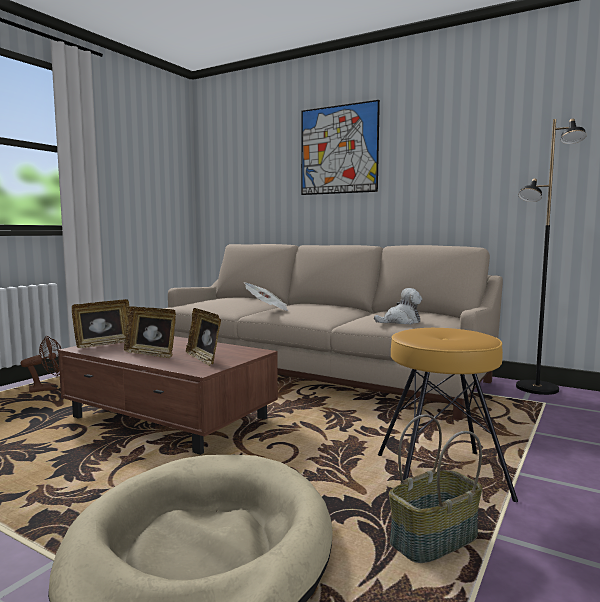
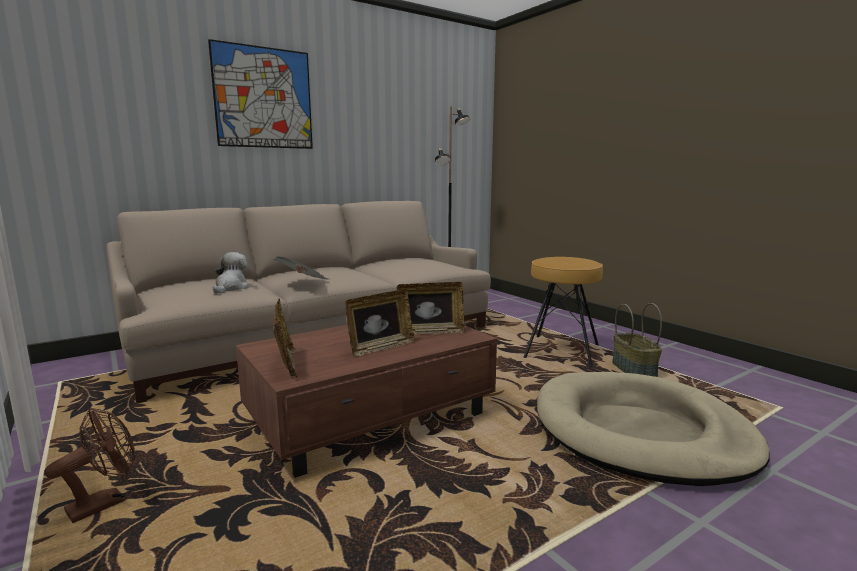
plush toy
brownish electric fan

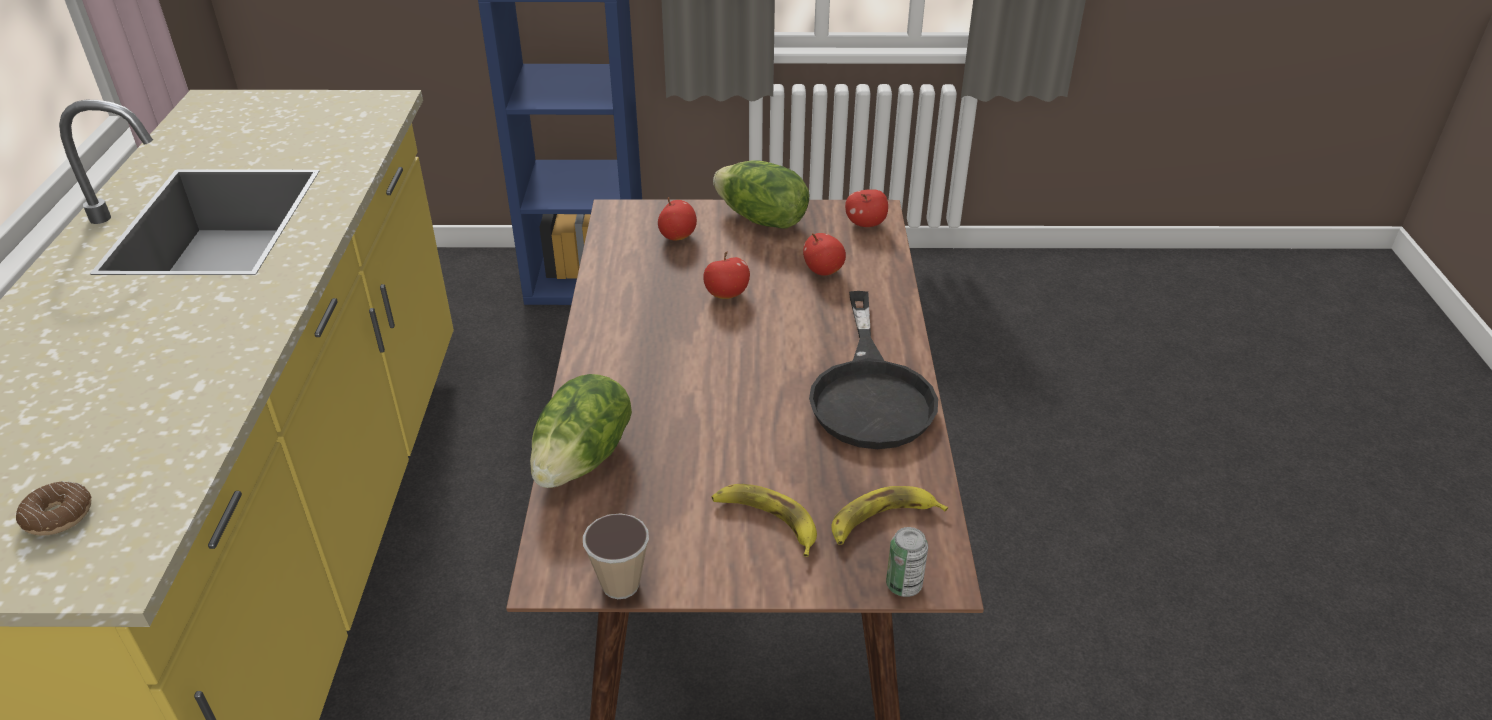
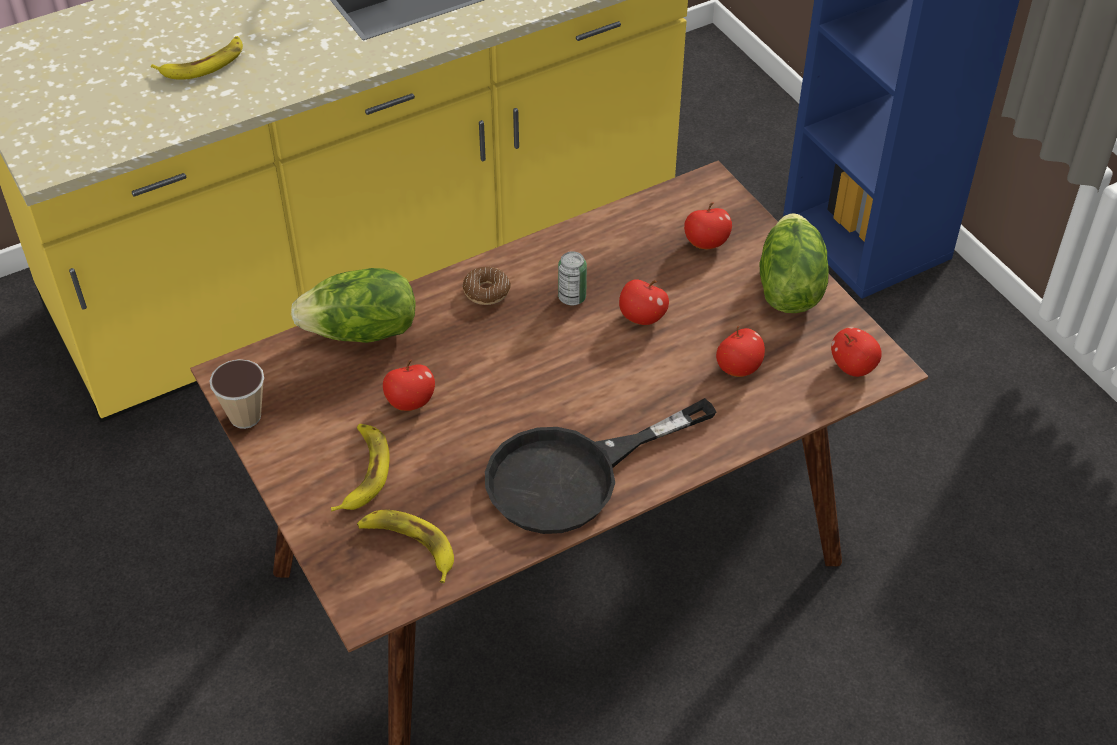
banana fruit (1st from left)
whole apple (1st from left)
ring doughnut
sealed can

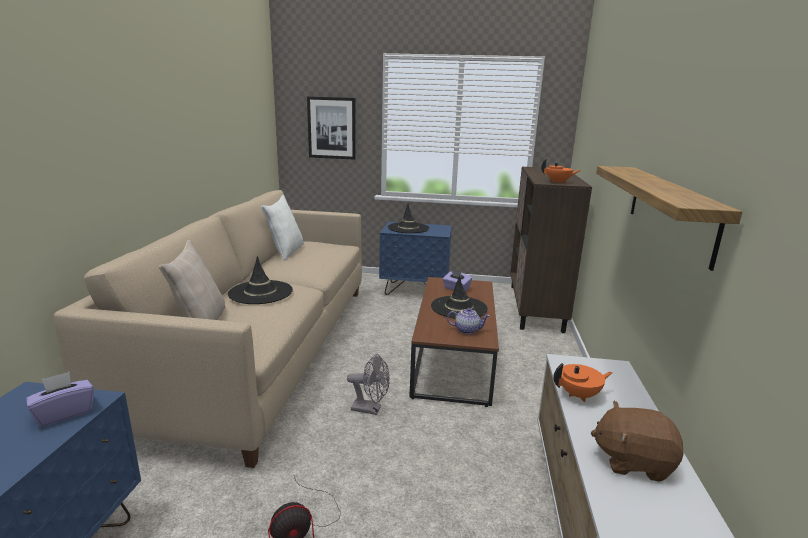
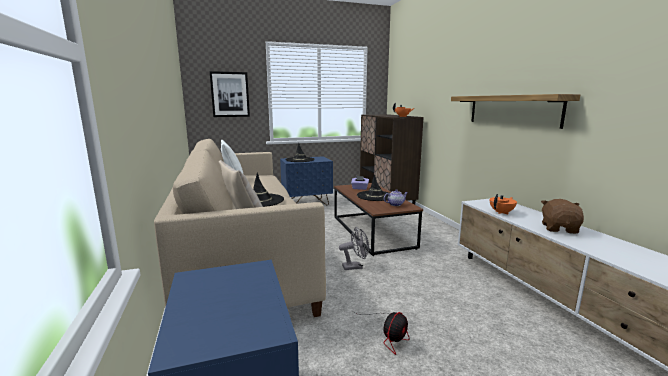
purple-coloured box of tissues (1st from left in the first image)
brownish plush toy

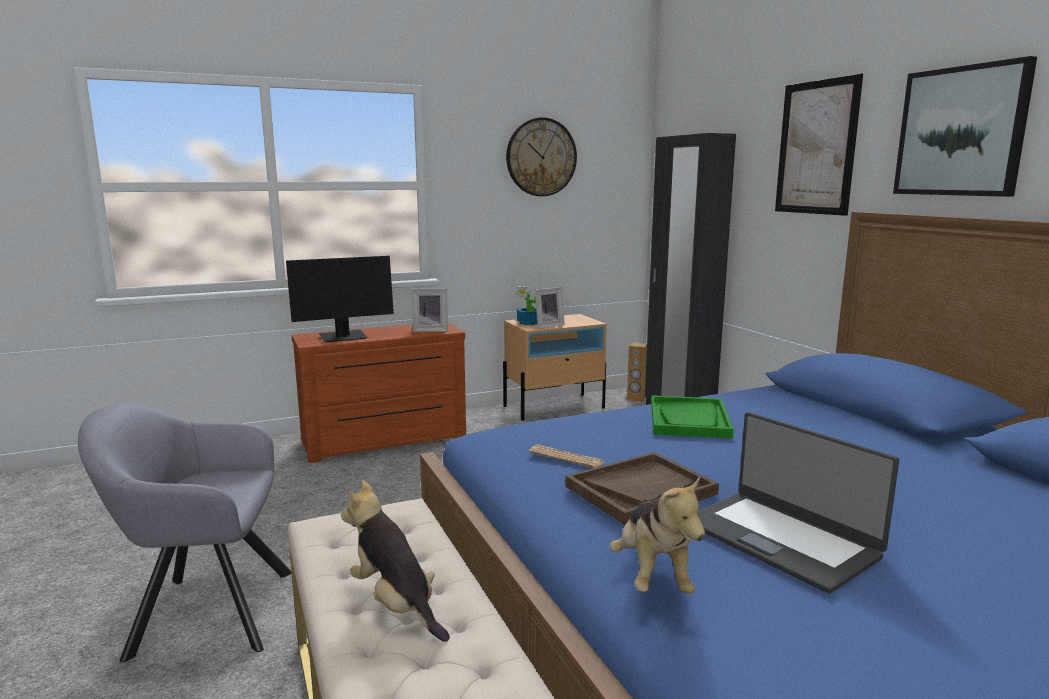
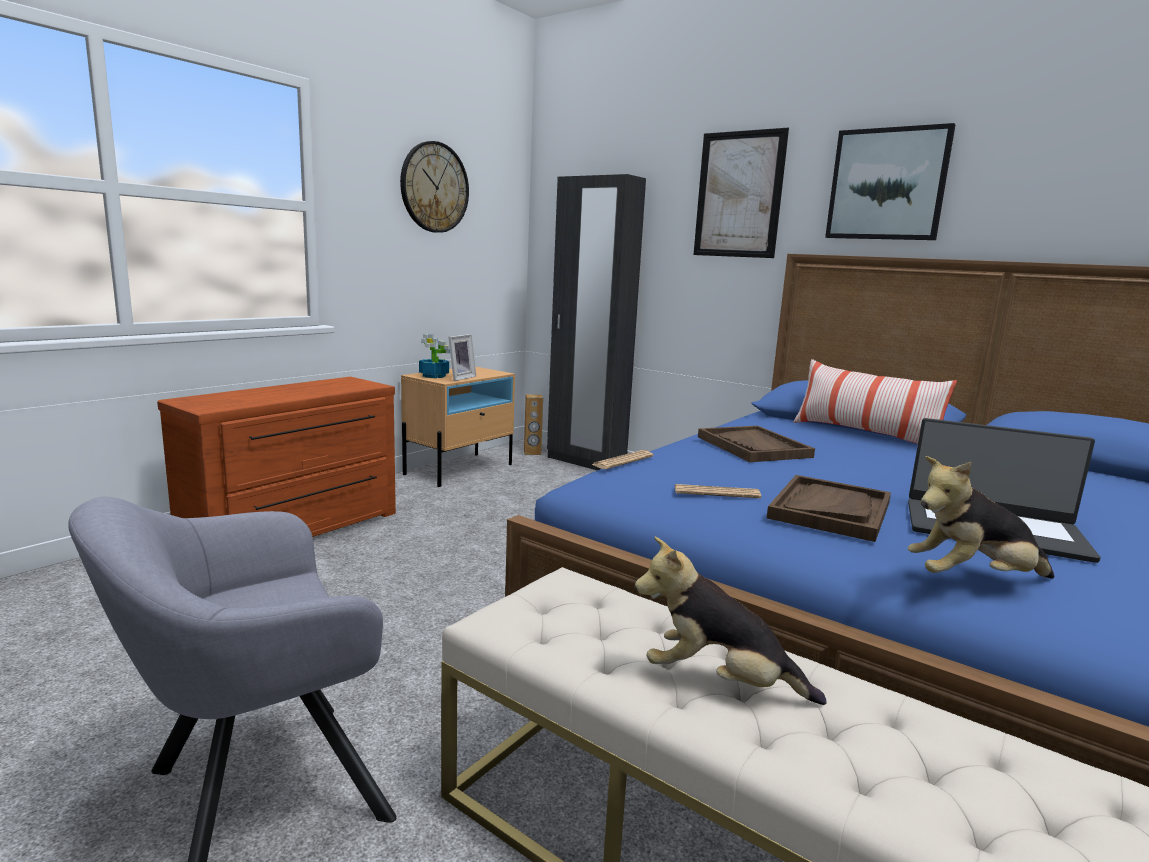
computer screen
picture frame (1st from left in the first image)
newspaper (1st from left)
cushion
brownish tray (1st from left)
plush toy (2nd from left)

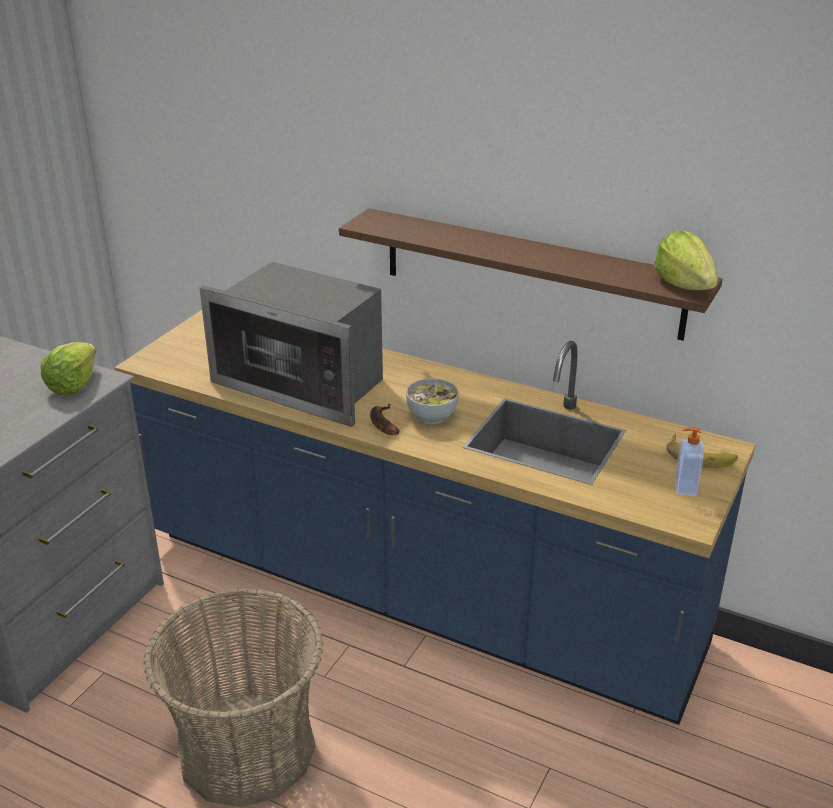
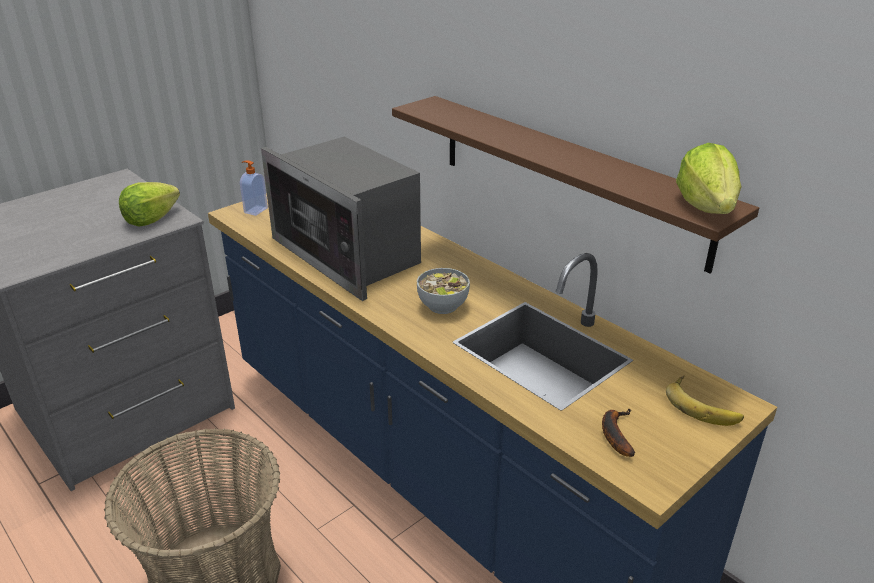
banana fruit (1st from left)
liquid soap bottle

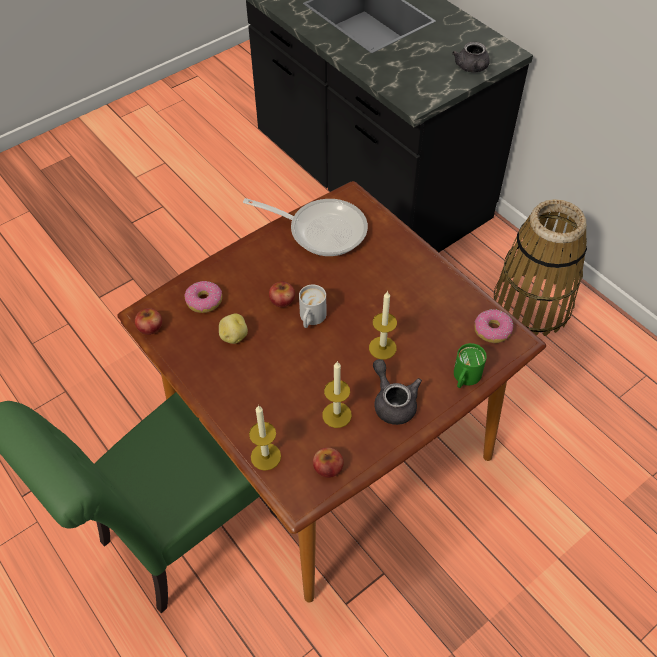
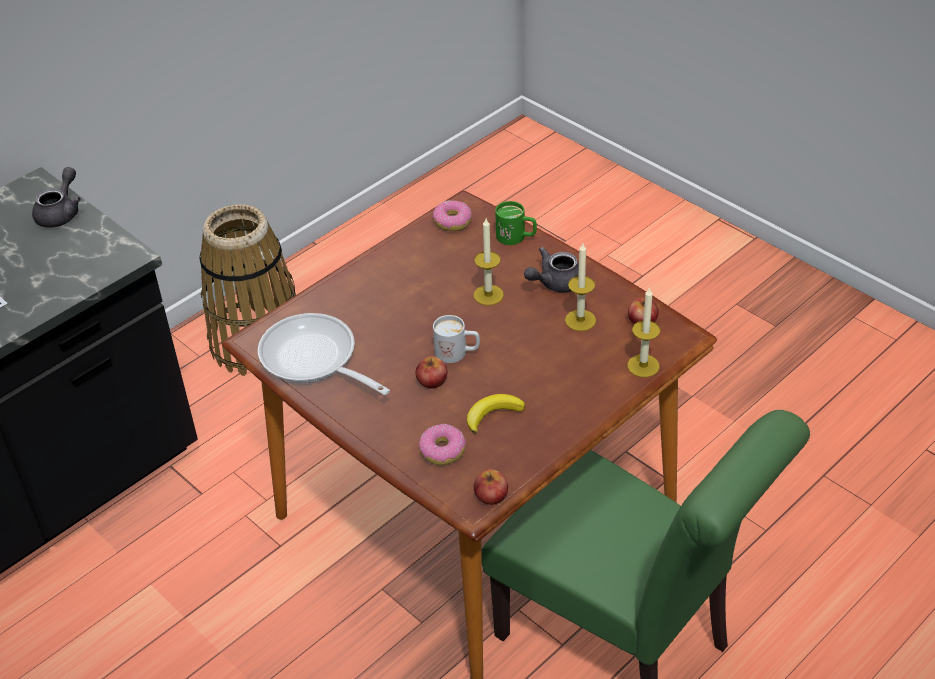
banana fruit
skillet
greyish pot for tea (1st from left)

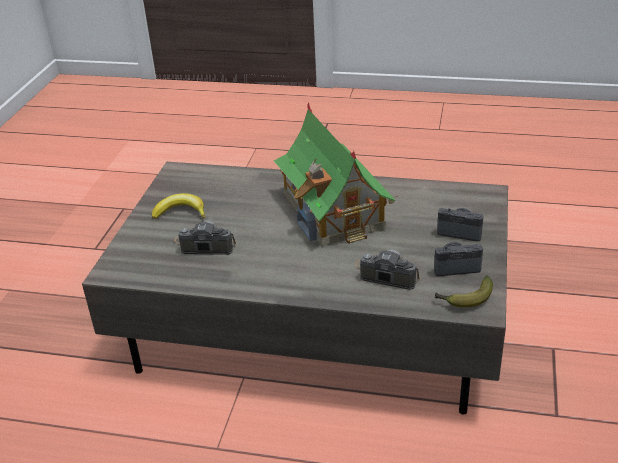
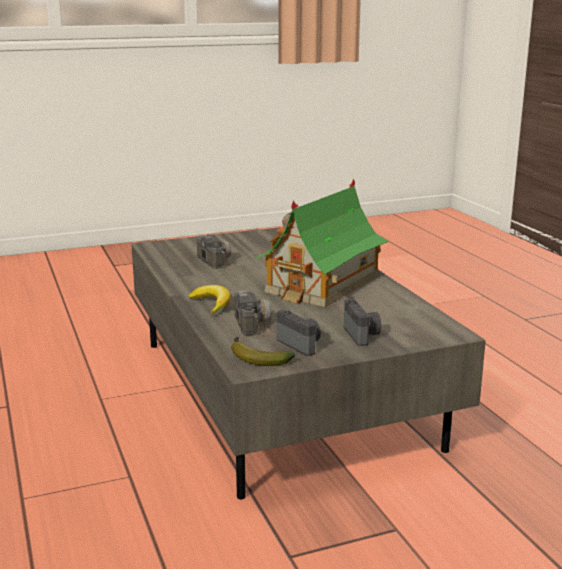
banana fruit (1st from left)

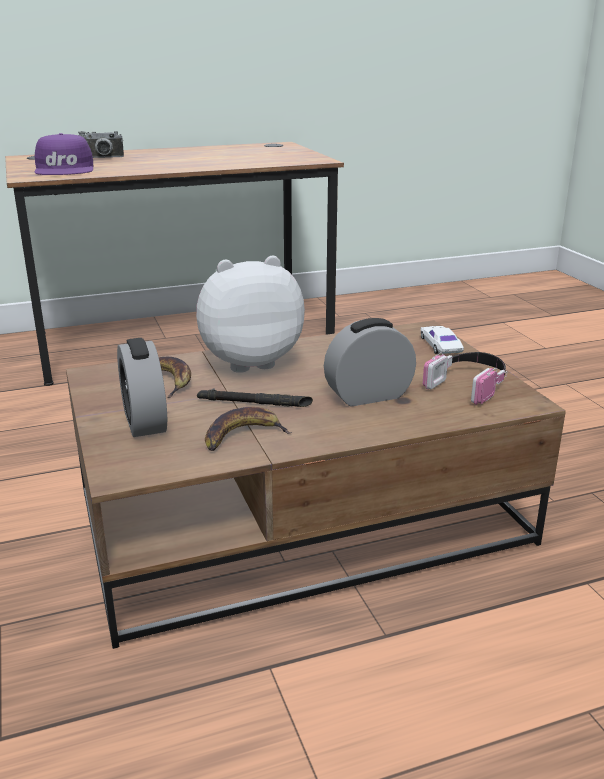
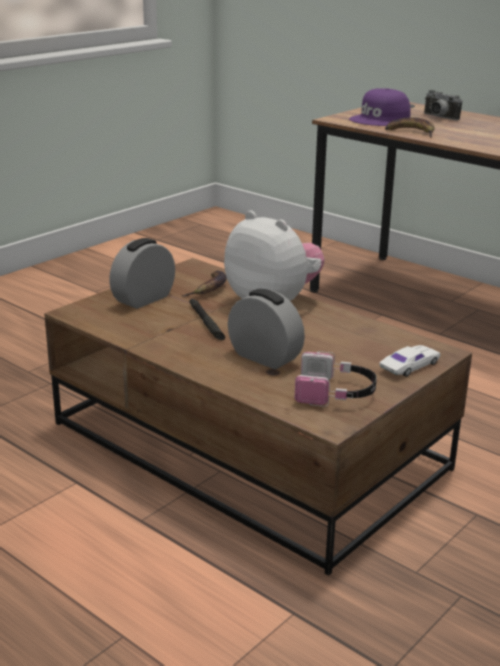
banana fruit (2nd from left)

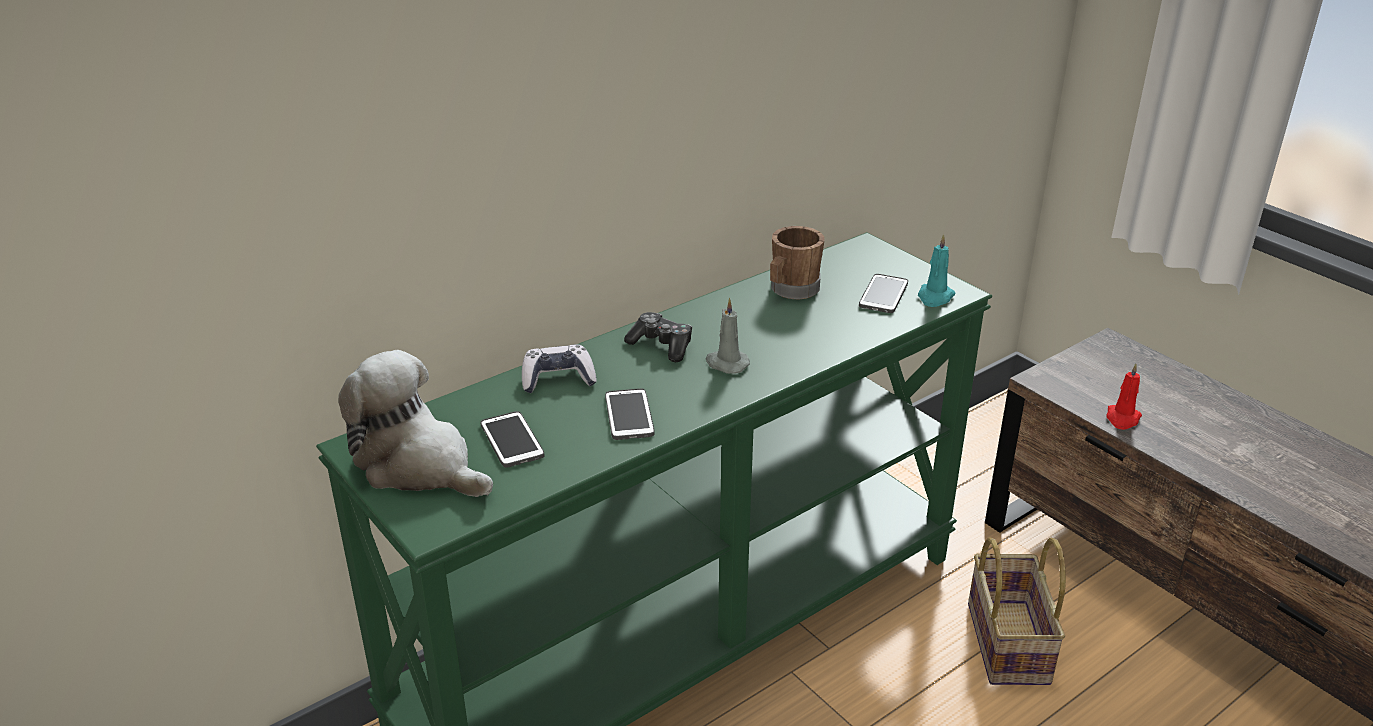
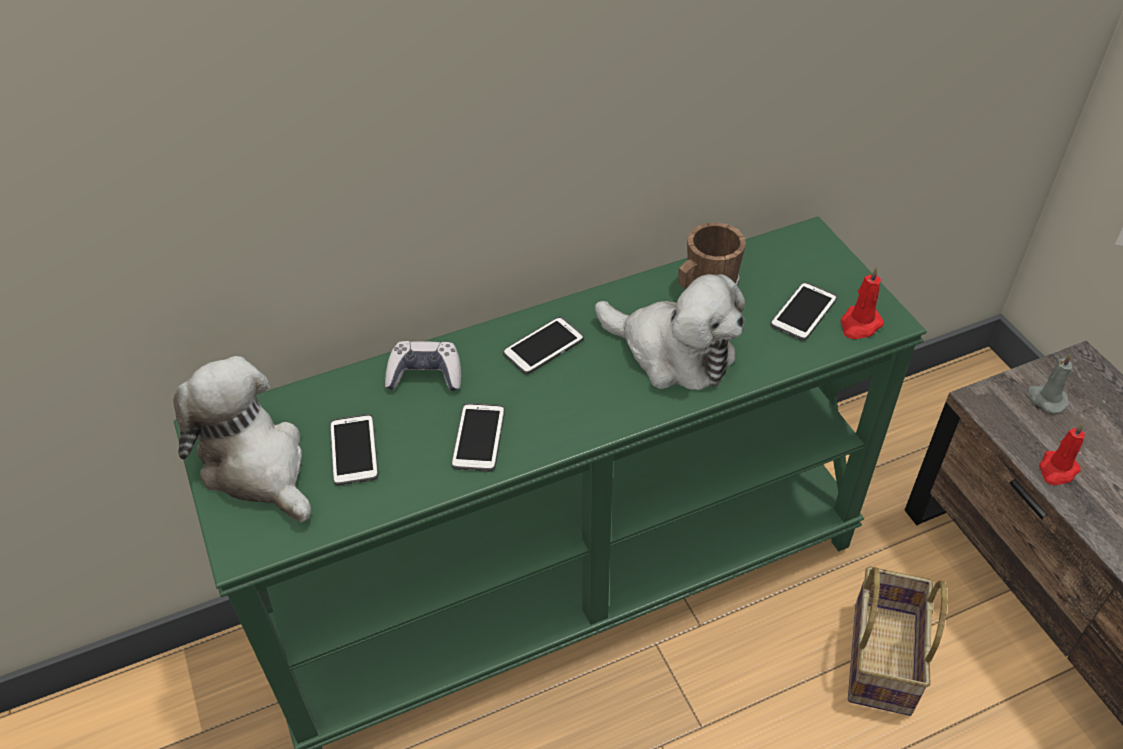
plush toy (2nd from left)
greyish wax candle
phone (3rd from left)
reddish wax candle (1st from left)

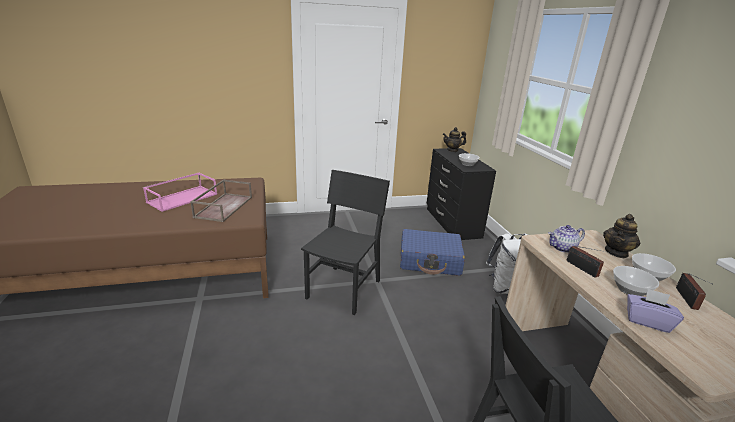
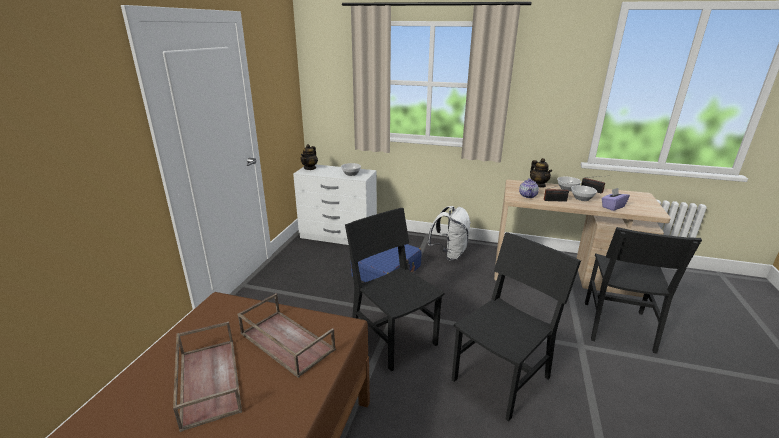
blackish upright chair (2nd from left)
brownish tray (1st from left)
white chest of drawers

